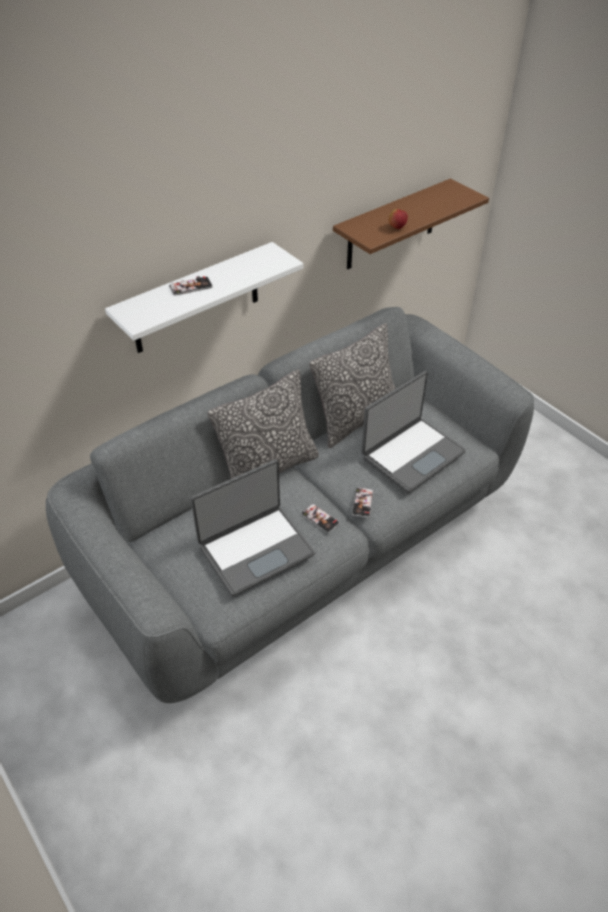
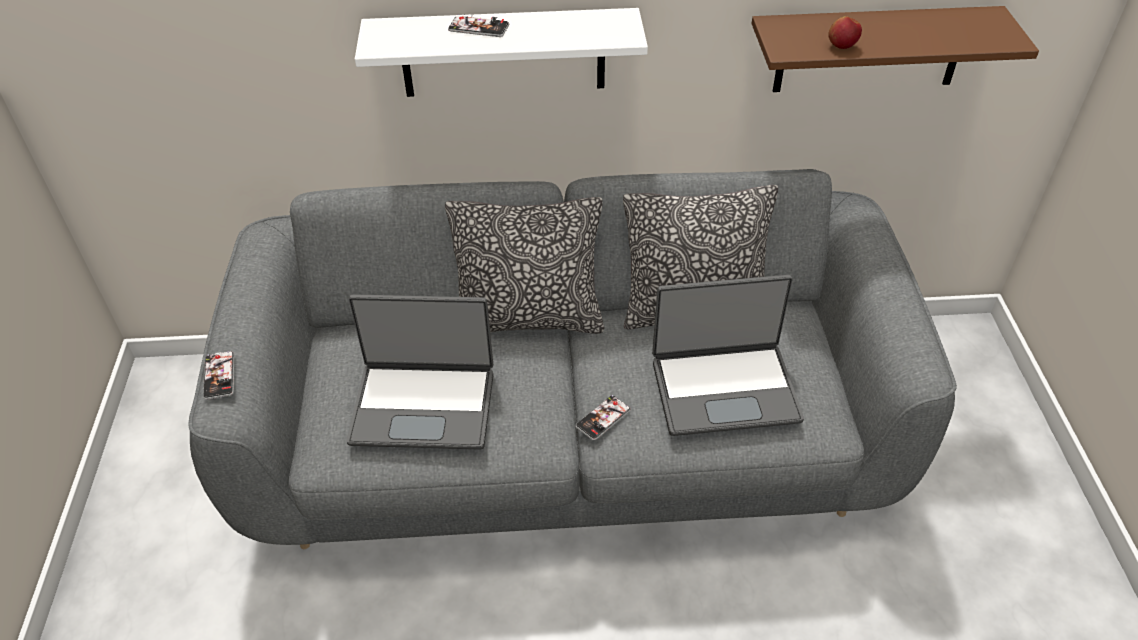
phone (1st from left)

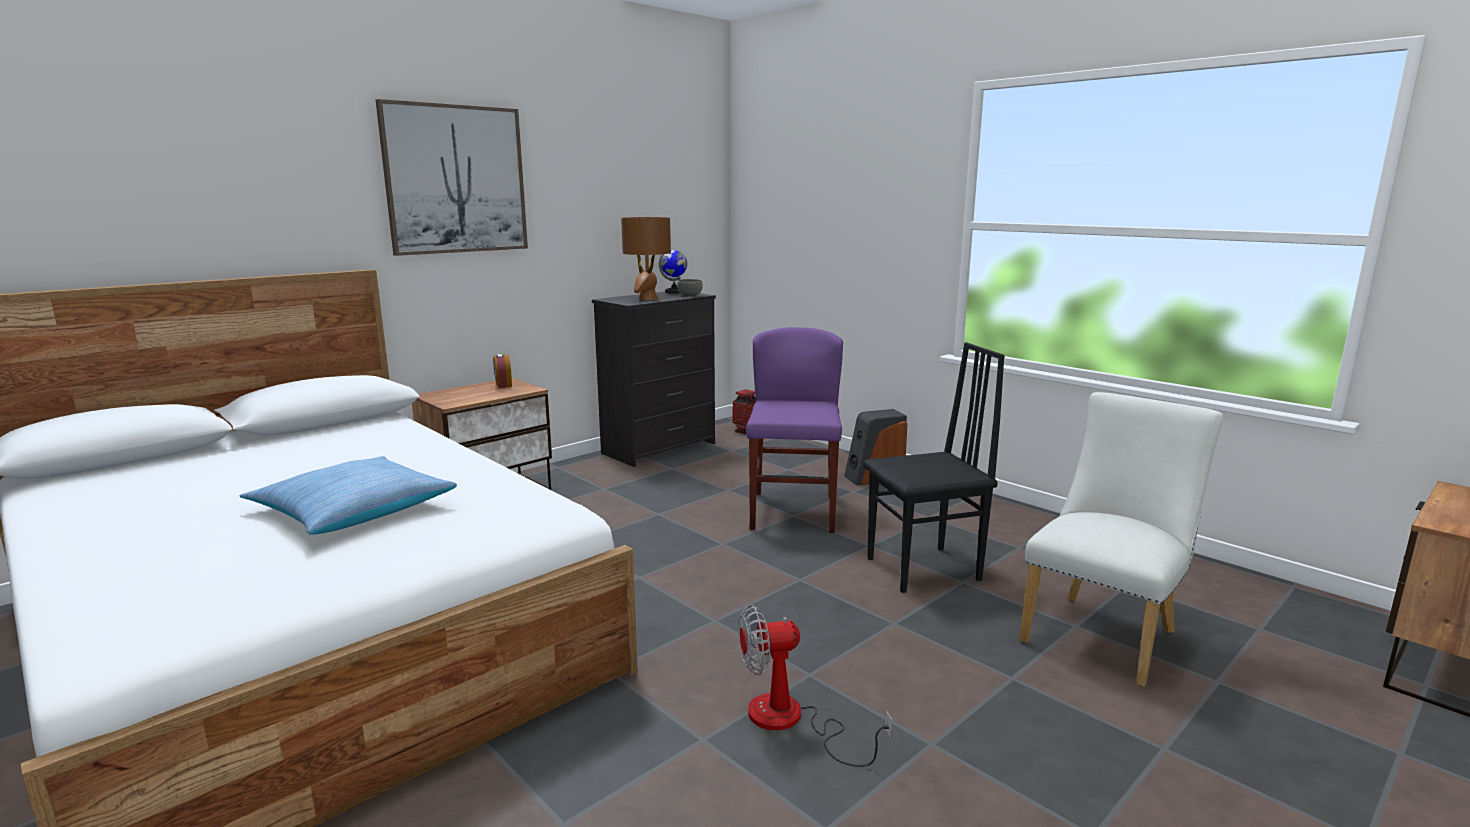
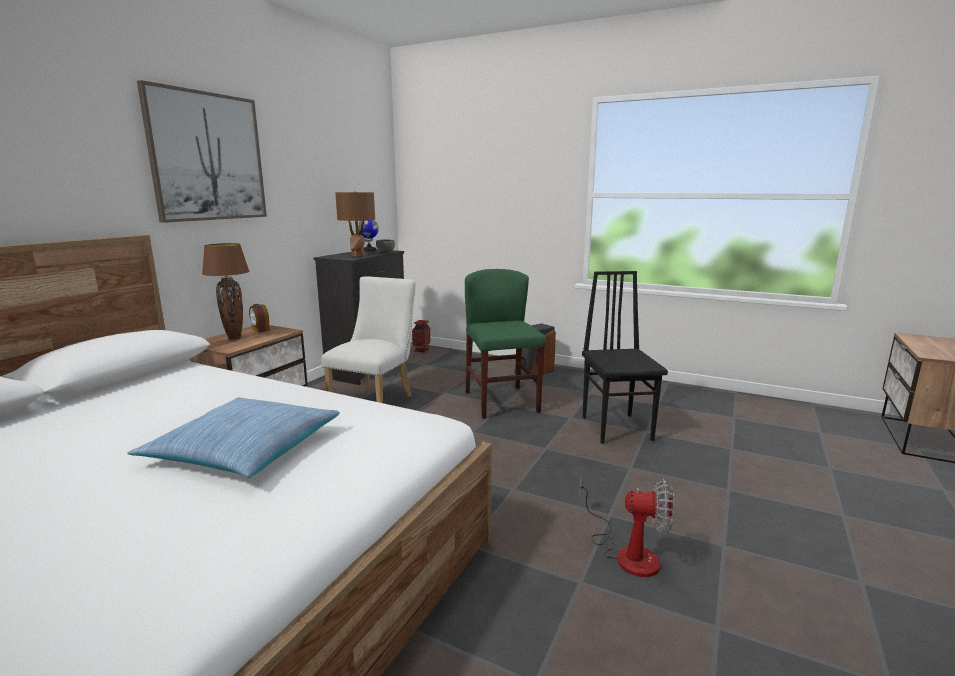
brownish table lamp (1st from left)
white upright chair
greenish upright chair
electric fan
blackish upright chair

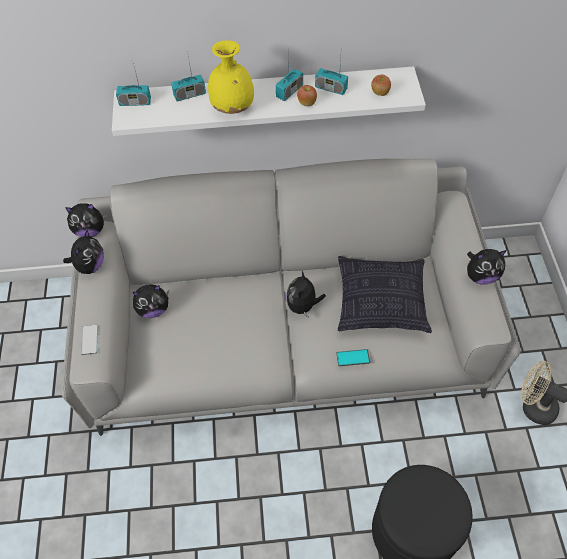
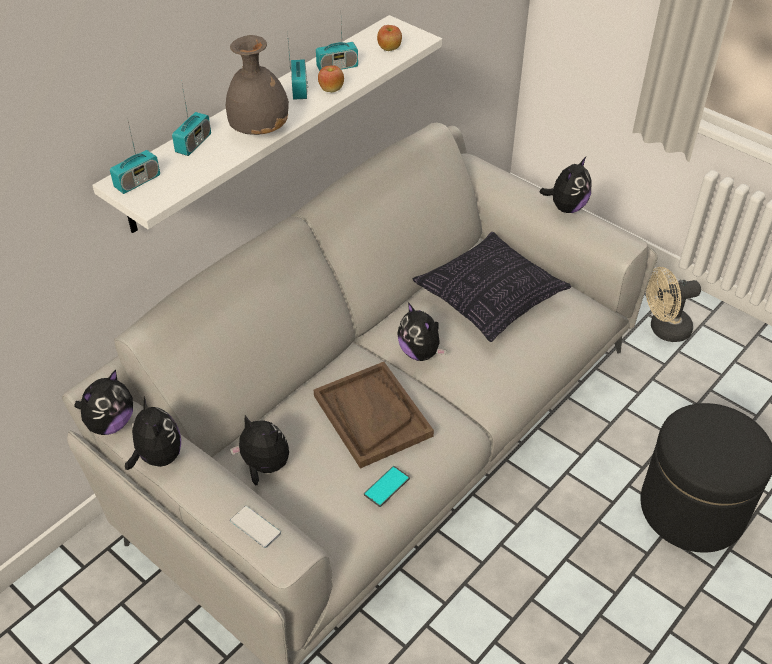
brownish tray
phone (2nd from left)
greyish decorative vase
plush toy (3rd from left)

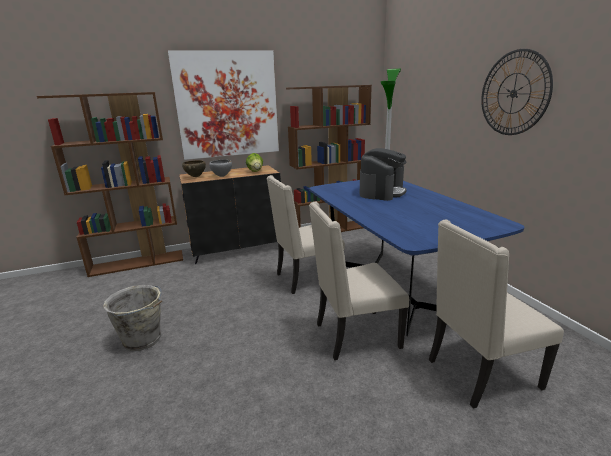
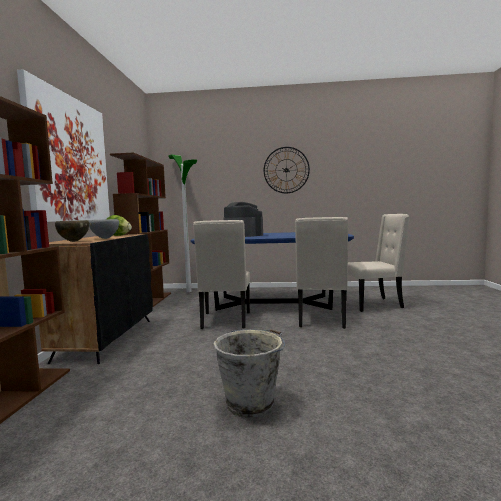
sand-coloured upright chair (3rd from left)

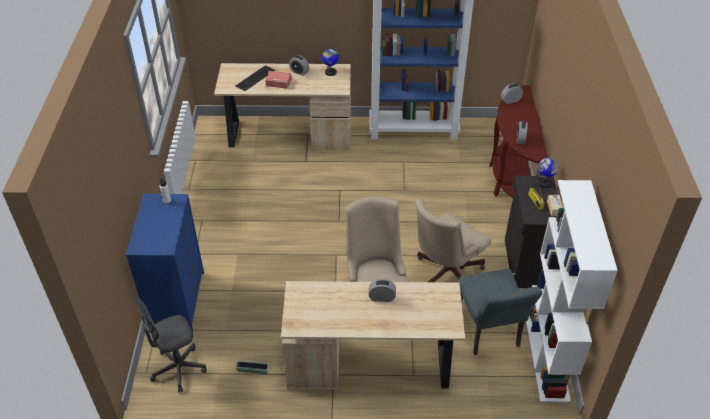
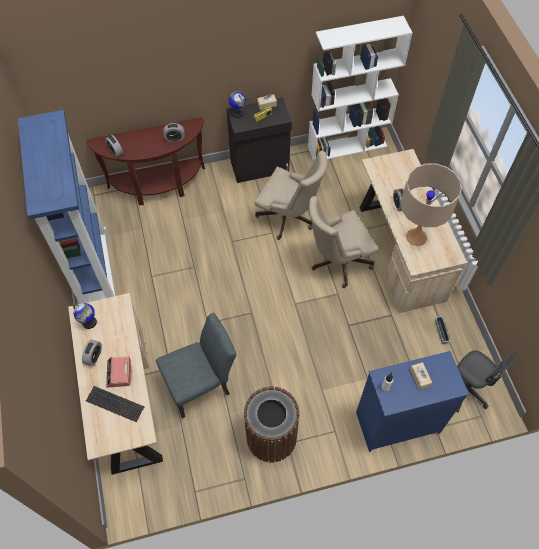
brownish trash can
sand-coloured table lamp
sand-coloured box of tissues (2nd from left)
greyish upright chair

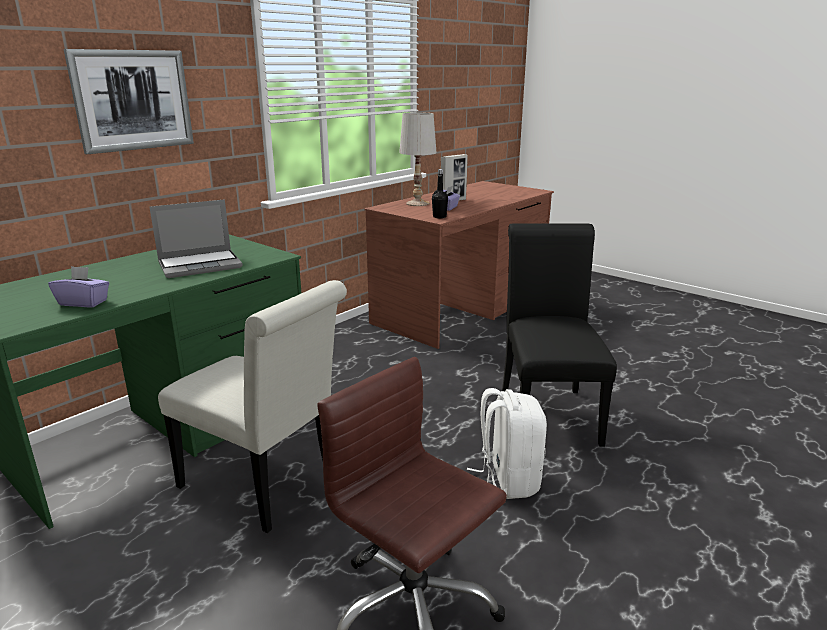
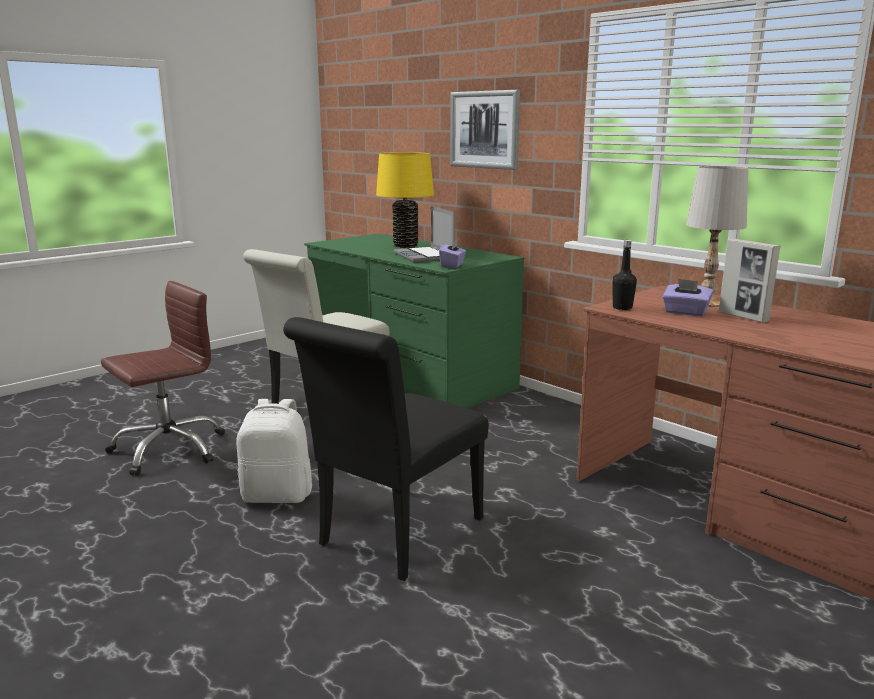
yellowish table lamp
purple-coloured box of tissues (1st from left)
blackish upright chair

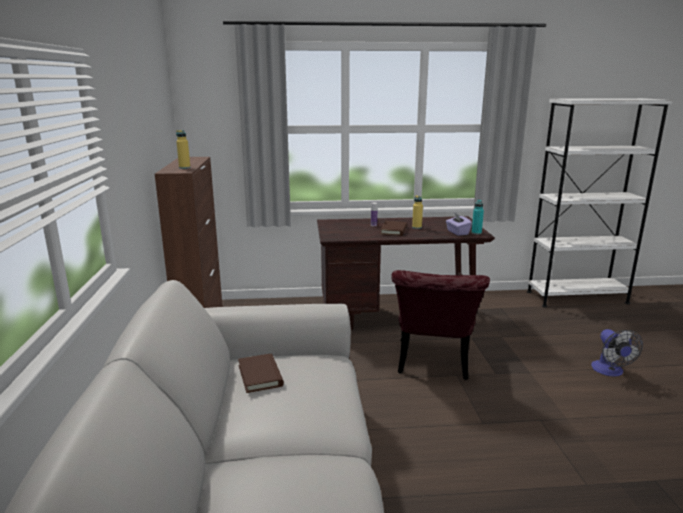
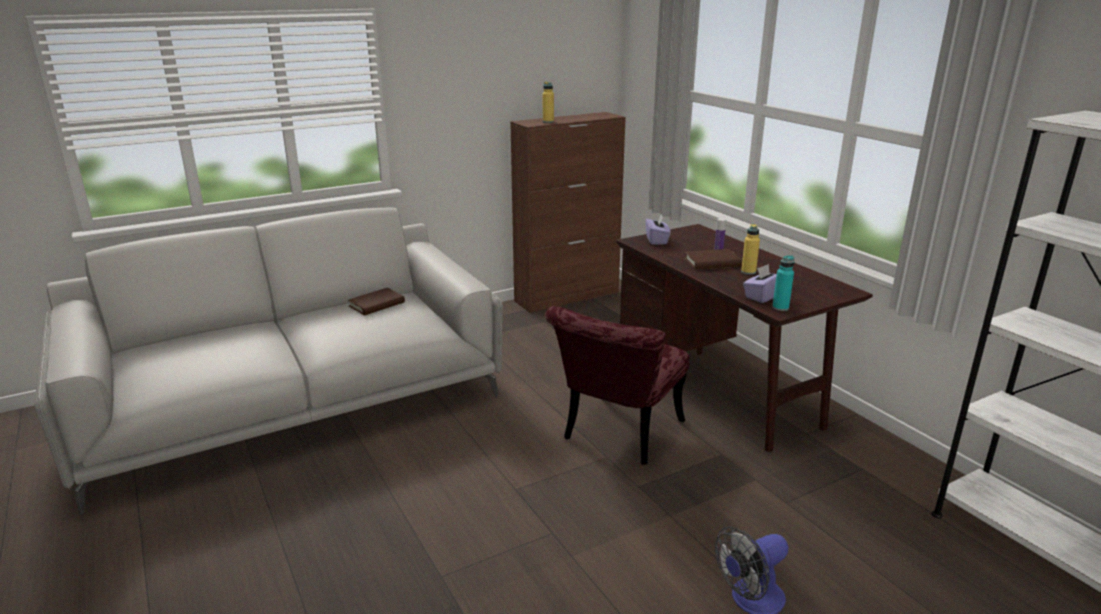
purple-coloured box of tissues (1st from left)
reddish upright chair

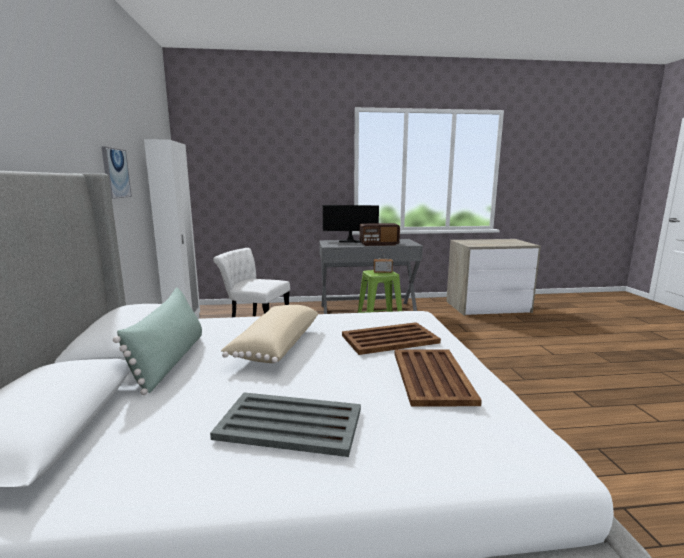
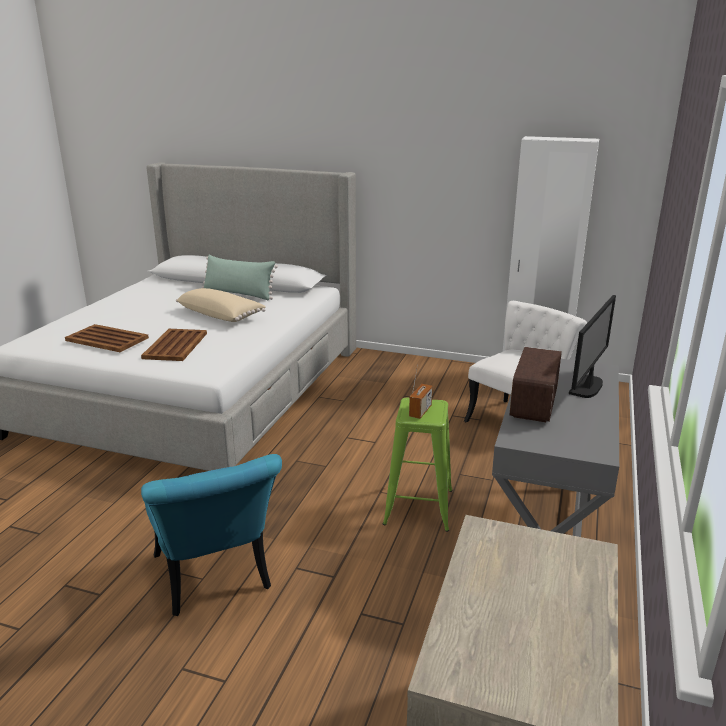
wall art
greyish tray
turquoise-coloured upright chair

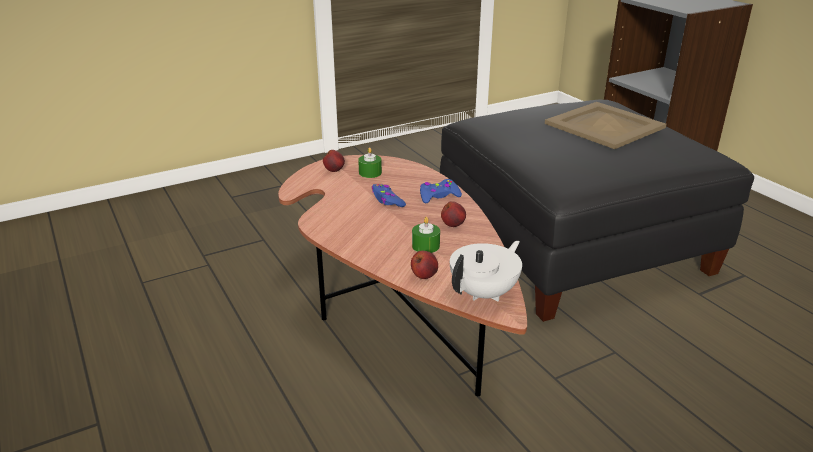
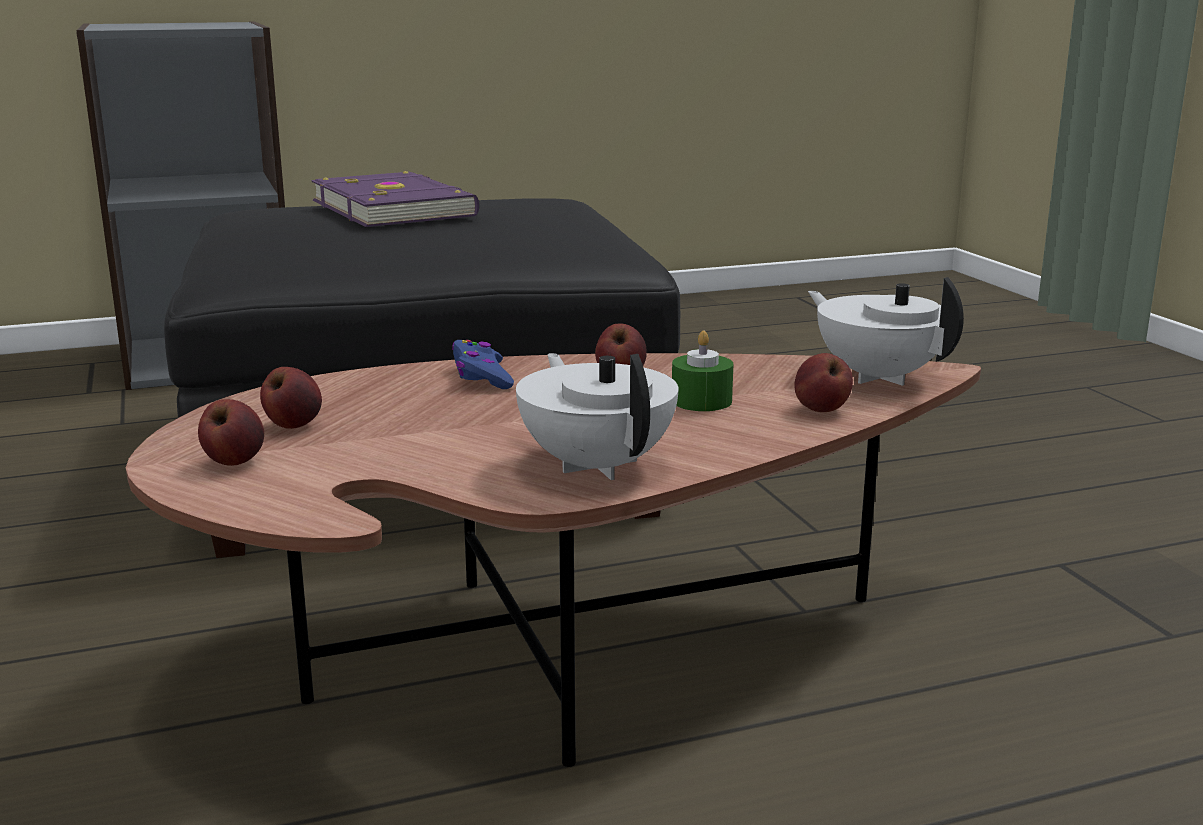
bluish joypad (1st from left in the first image)
white pot for tea (1st from left)
whole apple (2nd from left)
purple-coloured volume

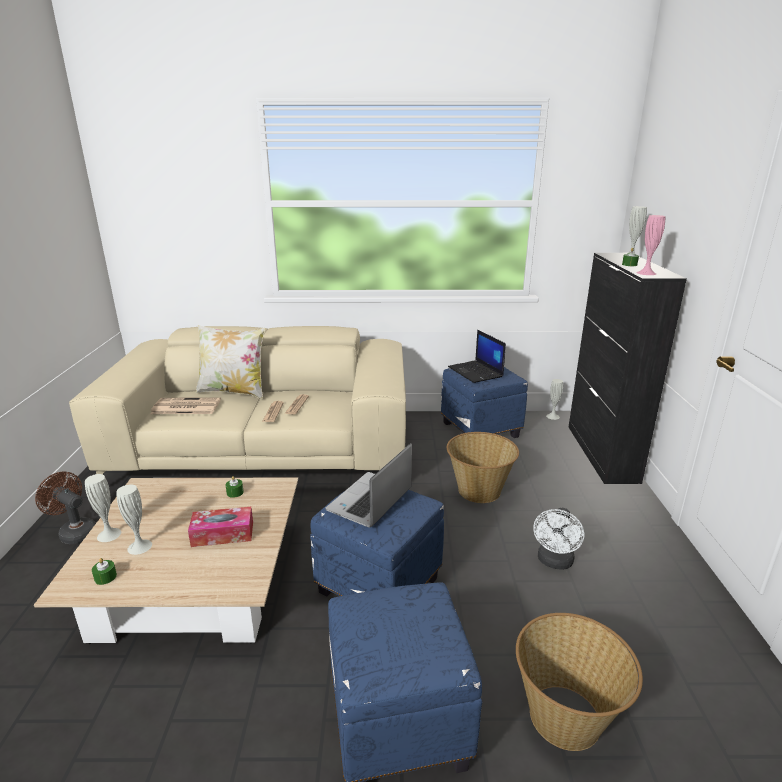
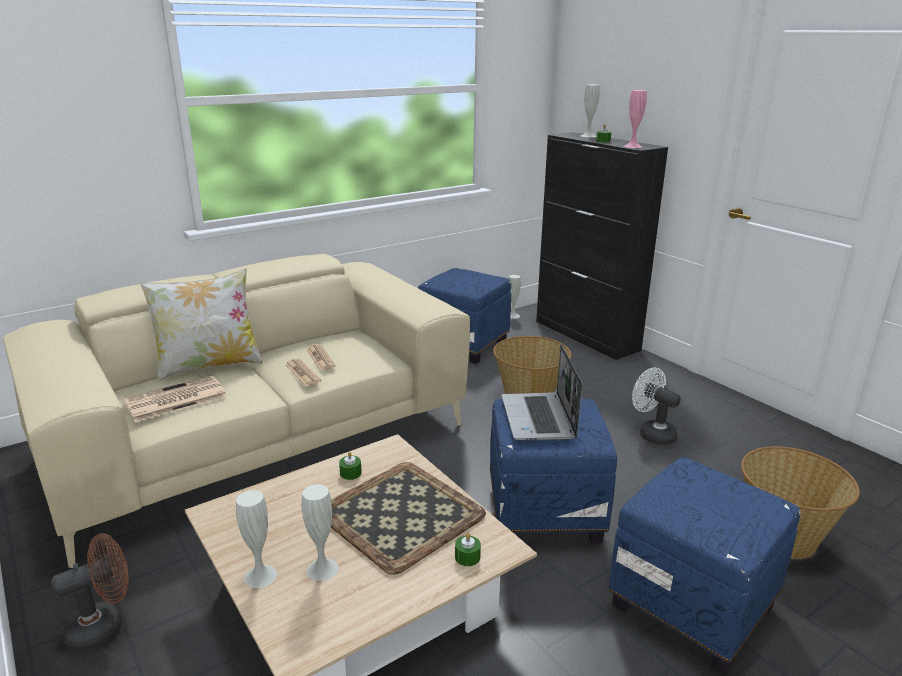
laptop (2nd from left in the first image)
greenish wax candle (2nd from left)
tray
brownish electric fan
white electric fan

